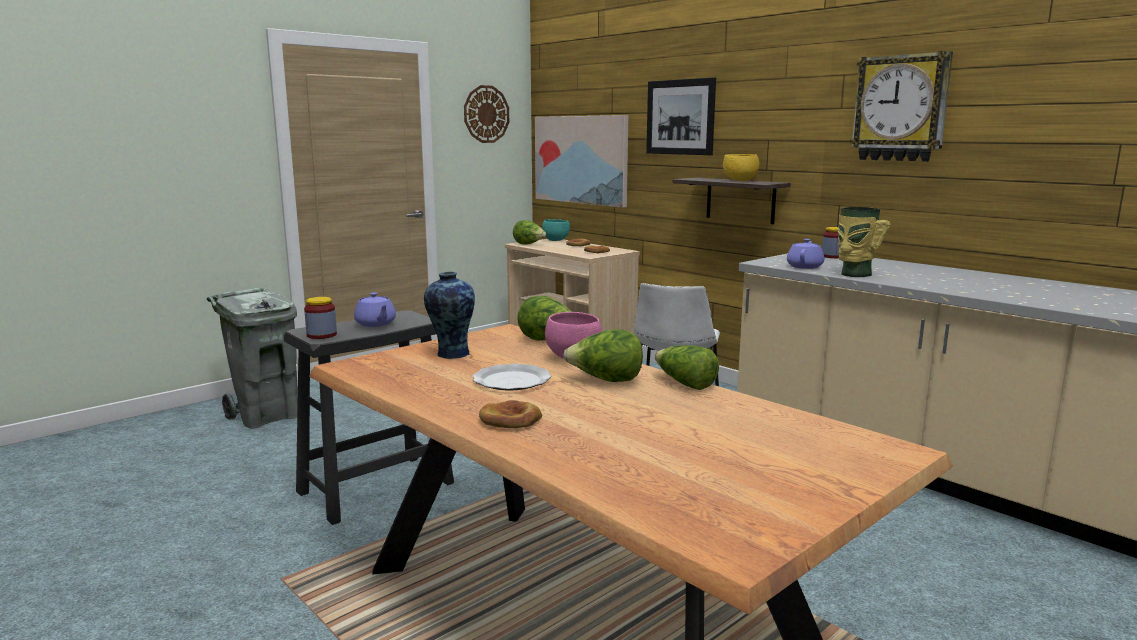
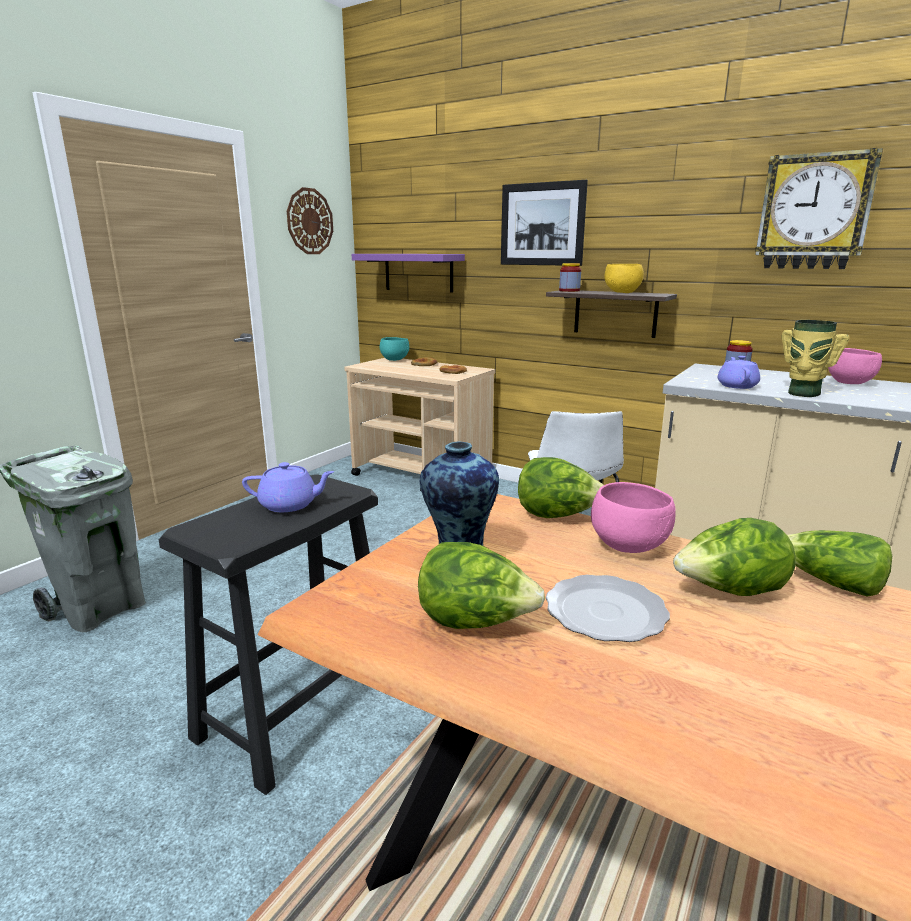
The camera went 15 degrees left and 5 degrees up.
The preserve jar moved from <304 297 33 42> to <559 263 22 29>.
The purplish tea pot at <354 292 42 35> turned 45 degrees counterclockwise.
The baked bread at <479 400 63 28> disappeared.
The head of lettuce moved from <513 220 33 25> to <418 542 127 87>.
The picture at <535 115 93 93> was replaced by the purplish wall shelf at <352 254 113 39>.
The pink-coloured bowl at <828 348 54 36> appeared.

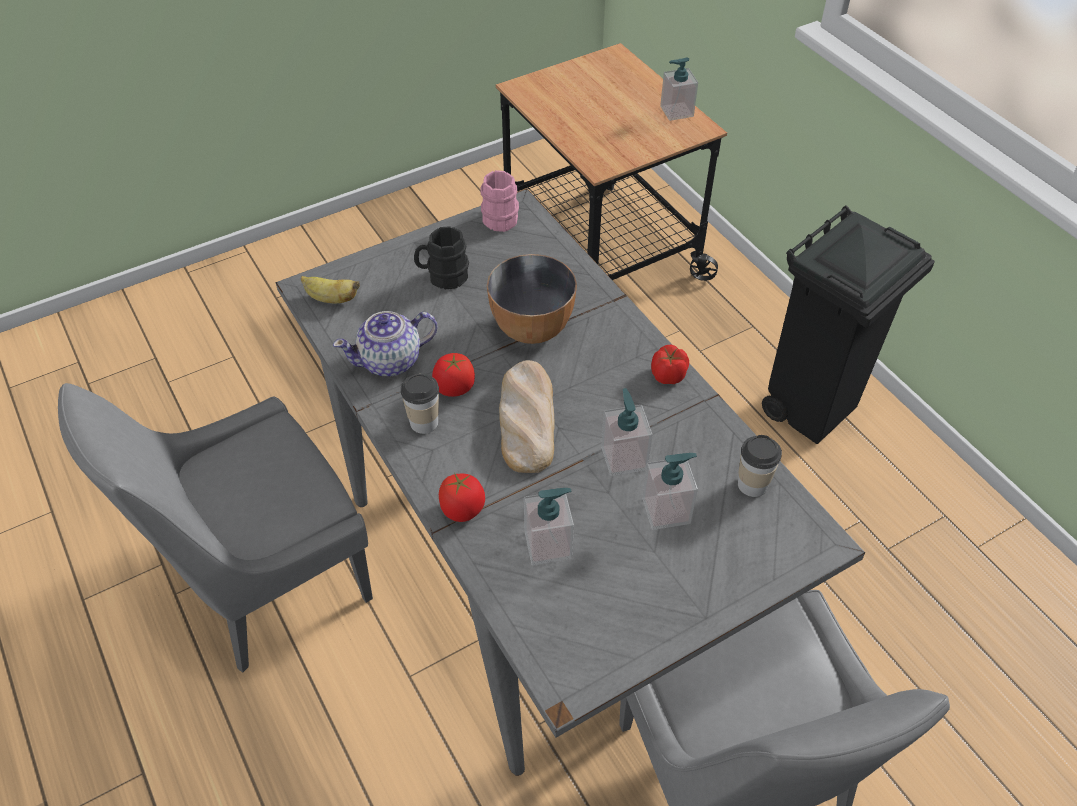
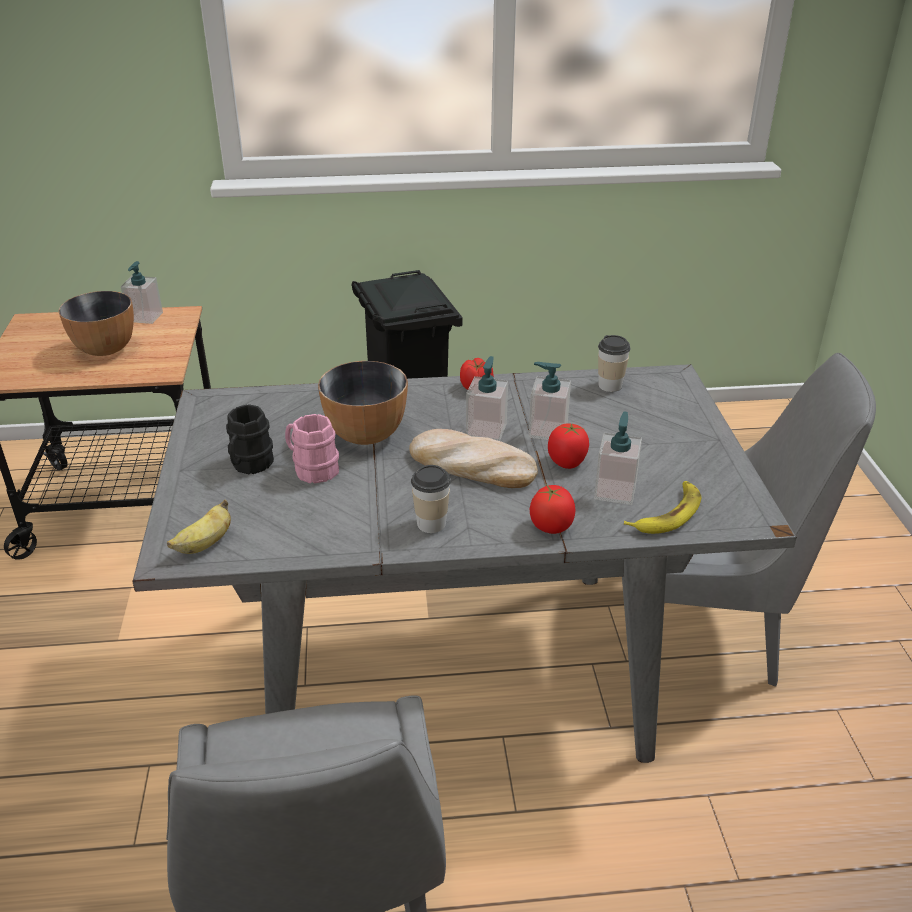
The camera went 65 degrees left and 15 degrees down.
The tea pot at <333 311 104 66> disappeared.
The whole tomato moved from <432 353 43 44> to <548 423 41 46>.
The pink-coloured tea mug moved from <480 170 39 62> to <285 414 54 70>.
The soap dispenser moved from <642 453 56 77> to <466 356 42 85>.
The bowl at <58 291 76 65> appeared.
The whole banana at <624 481 77 53> appeared.

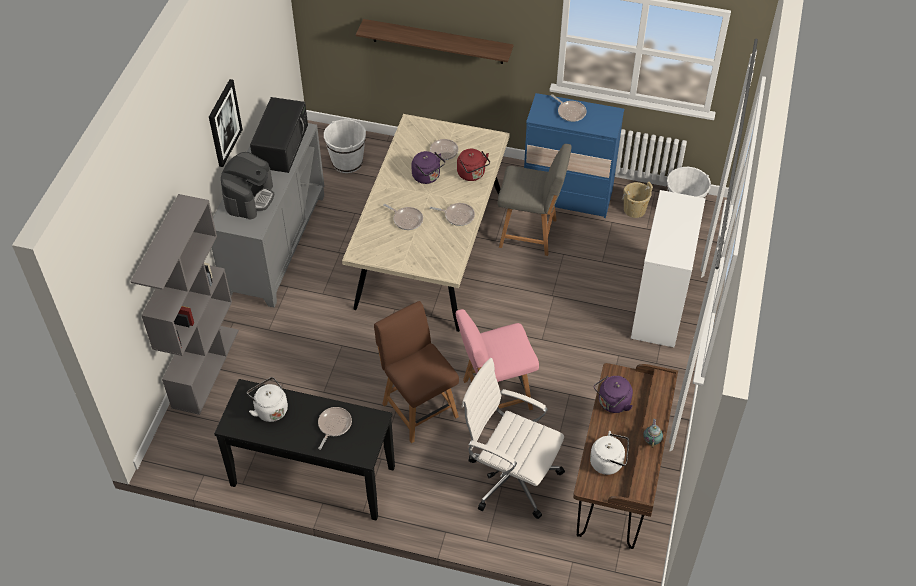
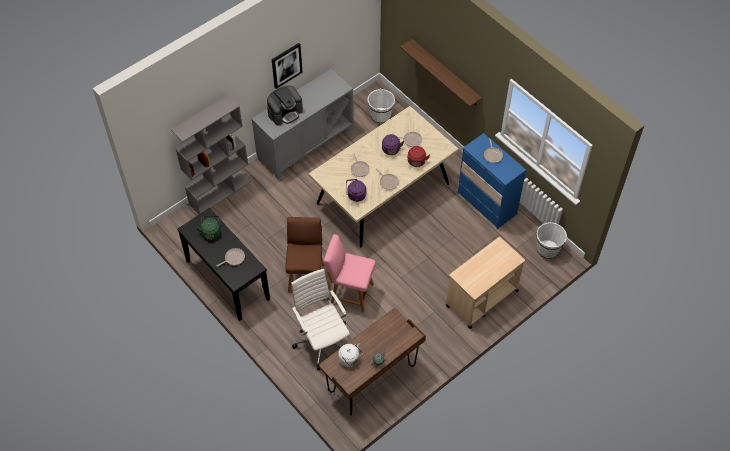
The camera went 35 degrees right and 5 degrees up.
The white-coloured water kettle at <247 377 41 45> became the green water kettle at <196 216 25 24>.
The blackish microwave at <250 97 58 76> disappeared.
The grey plain chair at <498 144 74 112> disappeared.
The purplish water kettle moved from <594 376 39 37> to <346 179 20 23>.
The sand-coloured pail at <622 182 31 36> disappeared.
The white-coloured dresser at <631 190 75 157> was replaced by the sand-coloured wheeled cart at <446 237 79 92>.

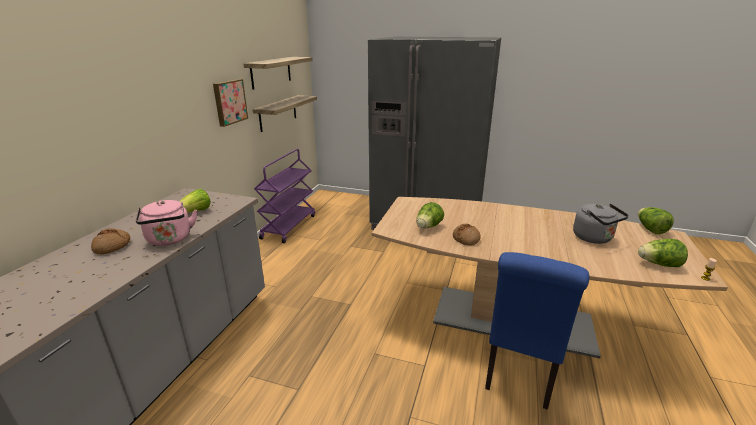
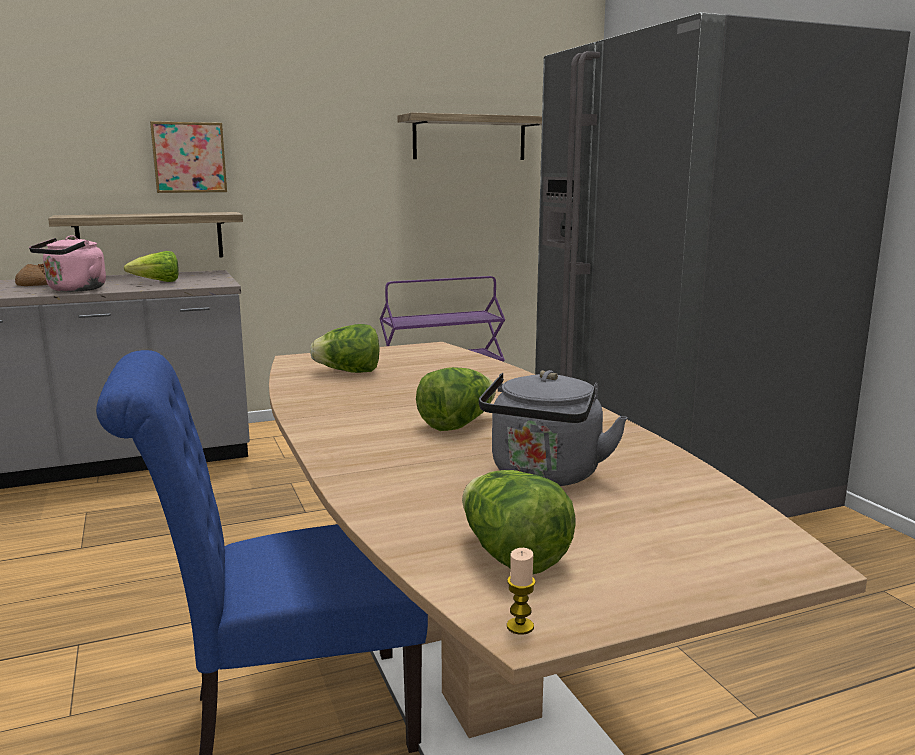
The camera went 50 degrees right and 10 degrees down.
The picture moved from <213 79 35 48> to <150 121 77 72>.
The wall shelf moved from <253 95 64 37> to <48 212 195 45>.
The baked bread at <453 224 28 22> disappeared.
The head of lettuce moved from <638 207 36 27> to <416 367 80 64>.

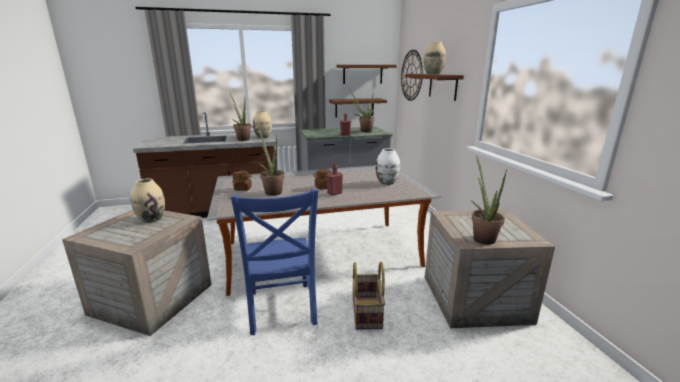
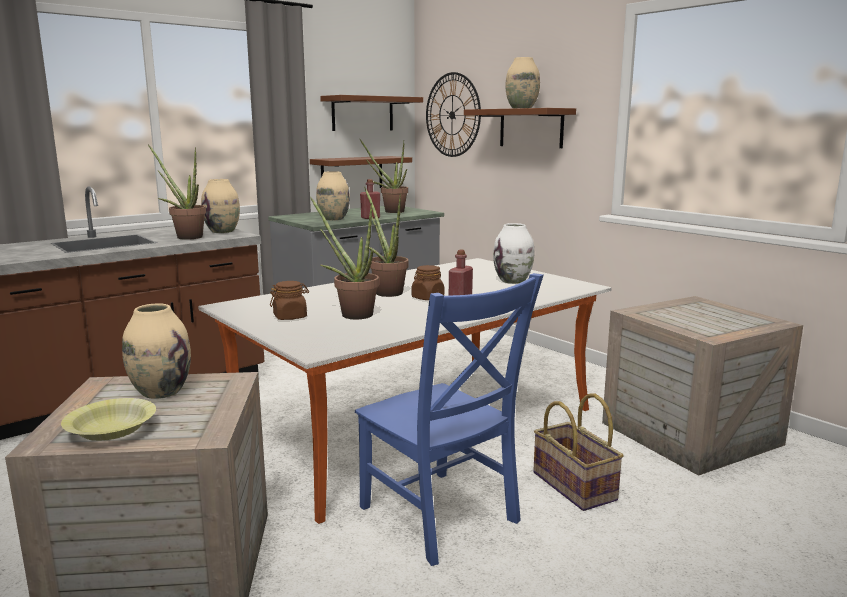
The camera went 25 degrees left and 5 degrees down.
The potted plant moved from <471 156 36 89> to <364 187 45 110>.
The yellowish bowl at <61 398 95 43> appeared.
The sand-coloured decorative vase at <316 171 34 49> appeared.

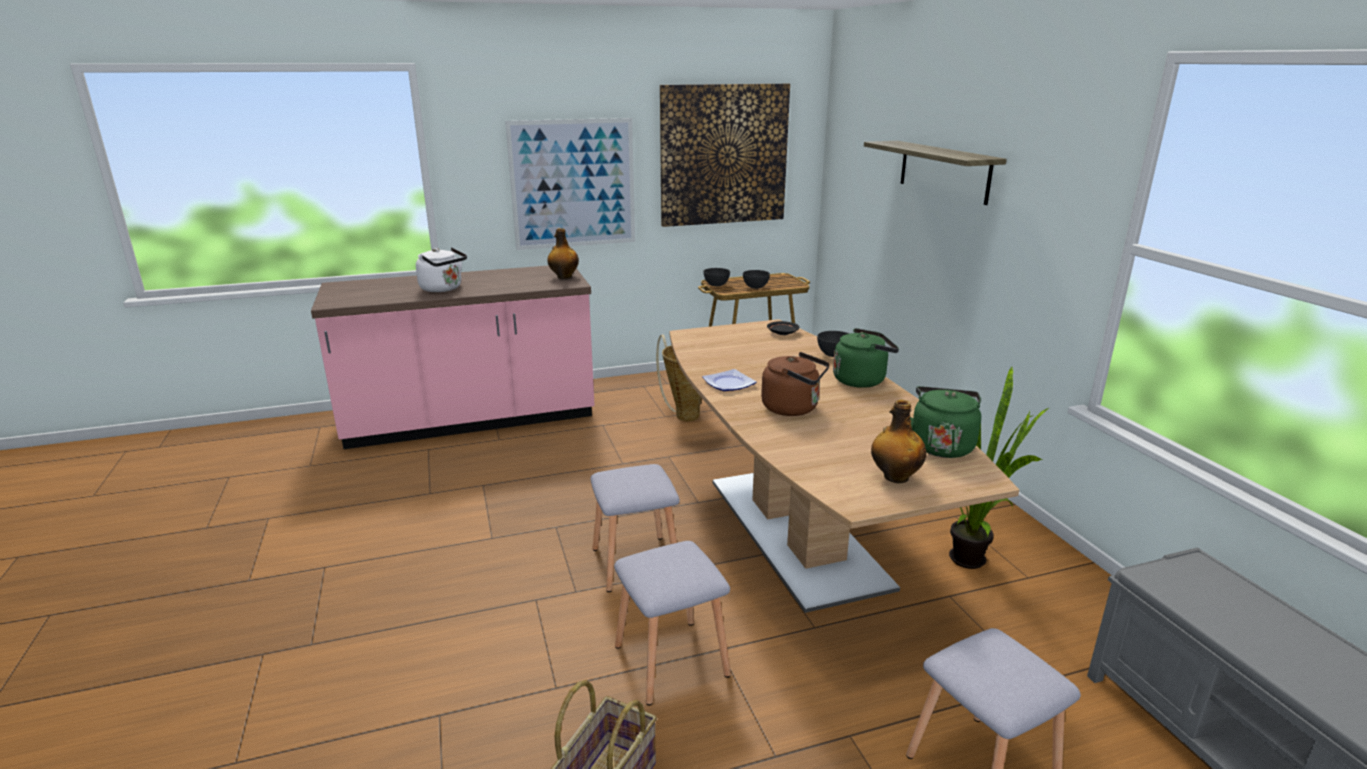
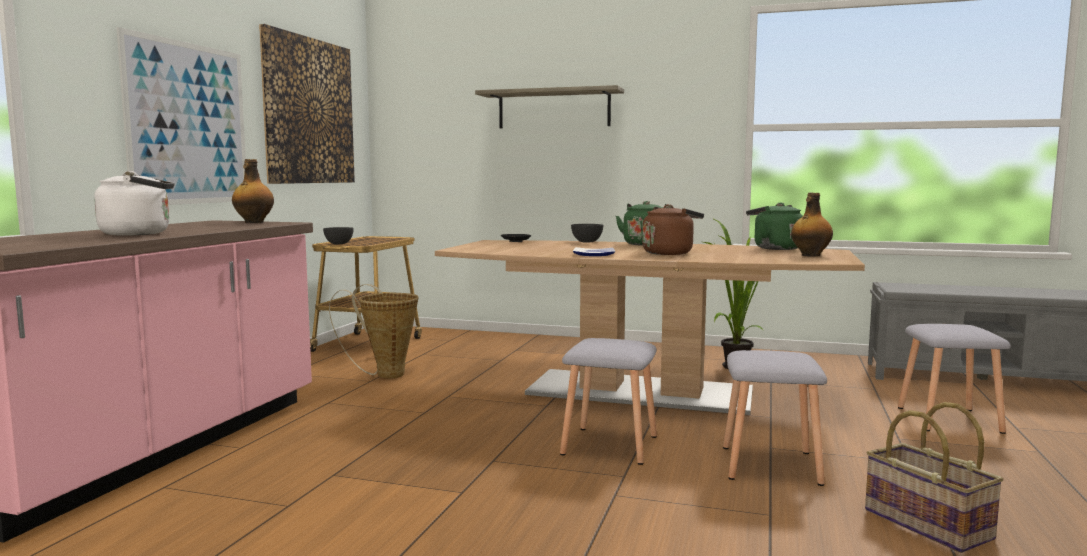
The camera went 55 degrees left and 15 degrees down.
The grey bowl at <743 270 27 19> disappeared.

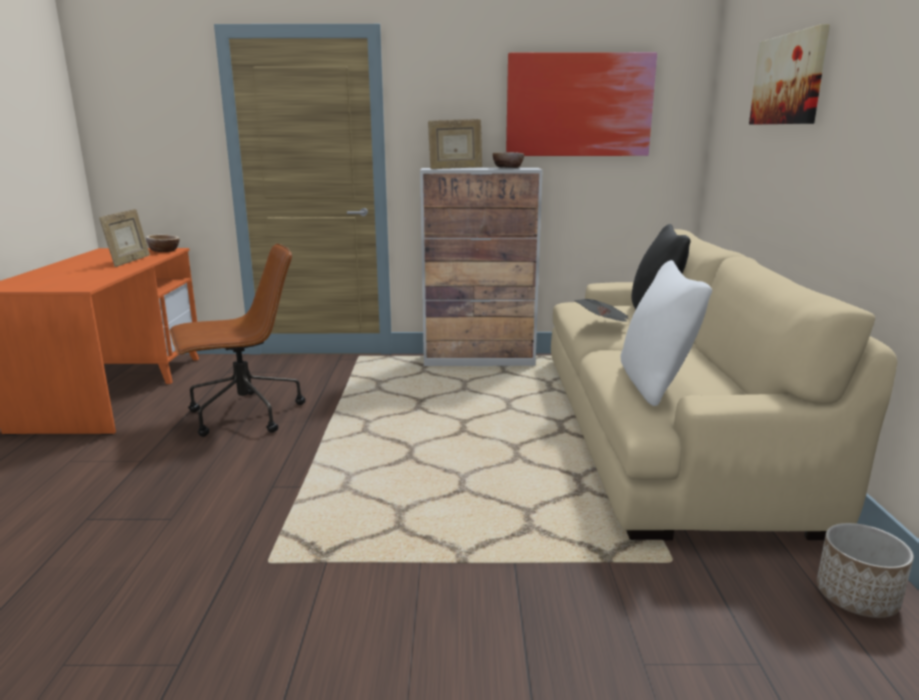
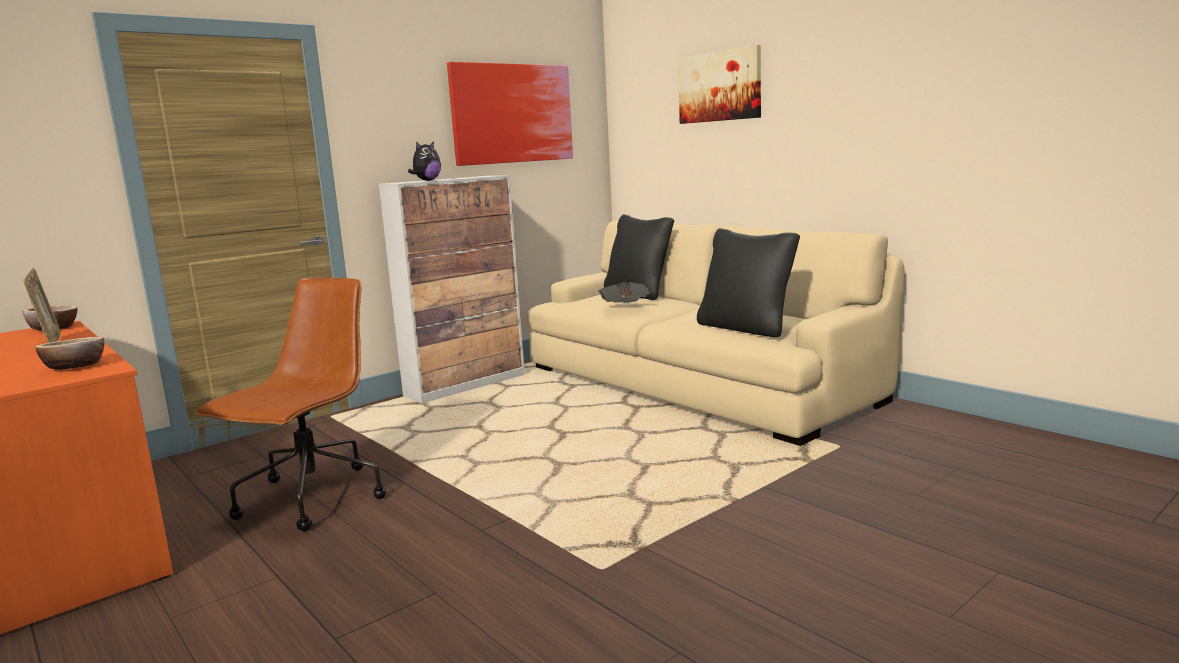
The camera went 40 degrees left and 5 degrees down.
The picture frame at <428 119 55 50> was replaced by the plush toy at <408 141 33 40>.
The bowl moved from <493 152 31 16> to <35 337 70 33>.
The white-coloured cushion at <621 260 91 146> became the blackish cushion at <697 228 103 109>.
The plant pot at <817 523 97 95> disappeared.

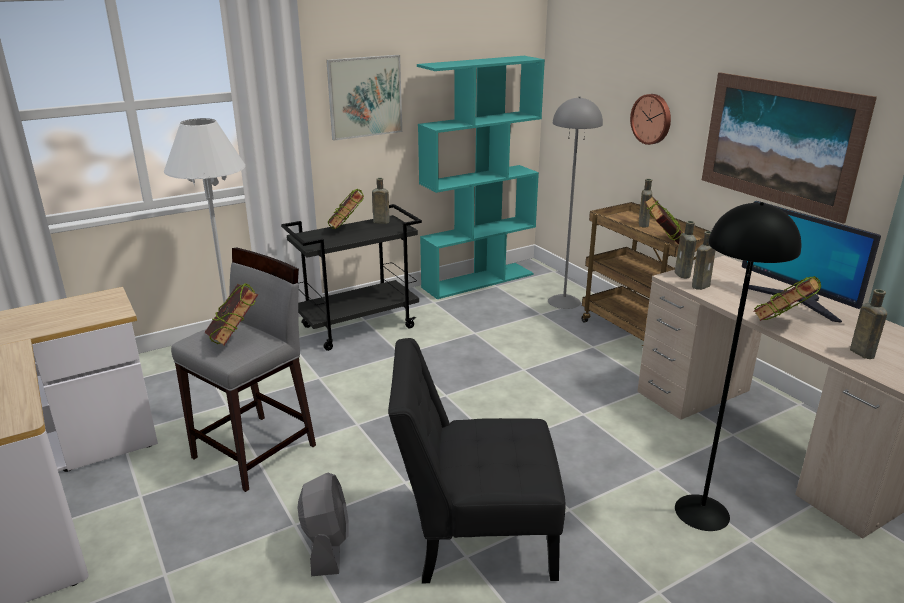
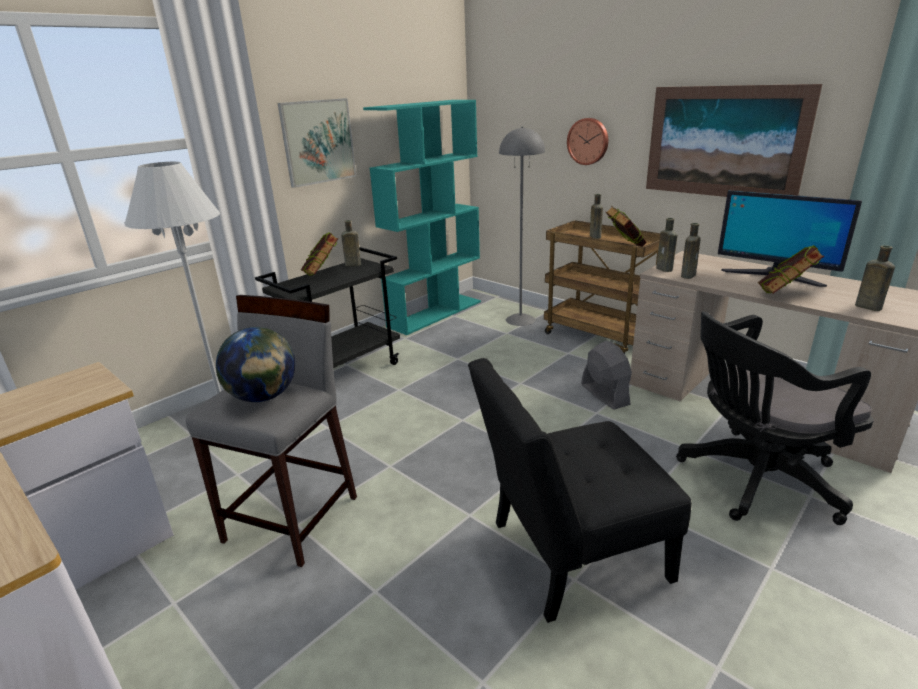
The camera went 15 degrees left and 0 degrees up.
The bound book at <204 283 54 62> was replaced by the desk globe at <216 327 79 75>.
The grey cooling fan moved from <298 473 51 103> to <581 341 51 69>.
The blackish standing lamp at <675 202 126 329> was replaced by the blackish computer chair at <676 311 198 214>.

